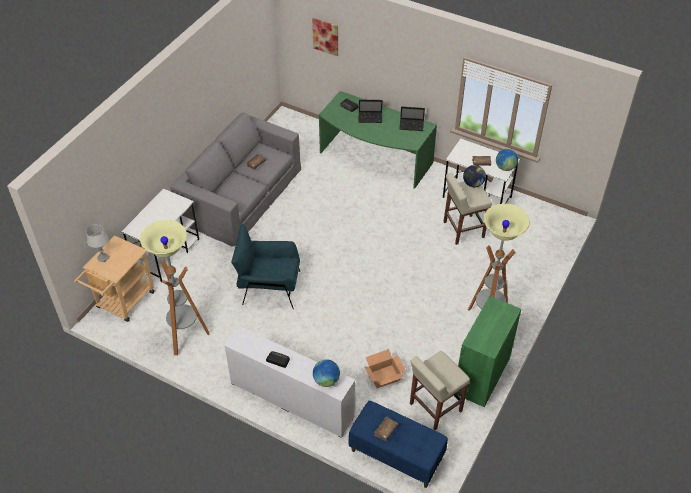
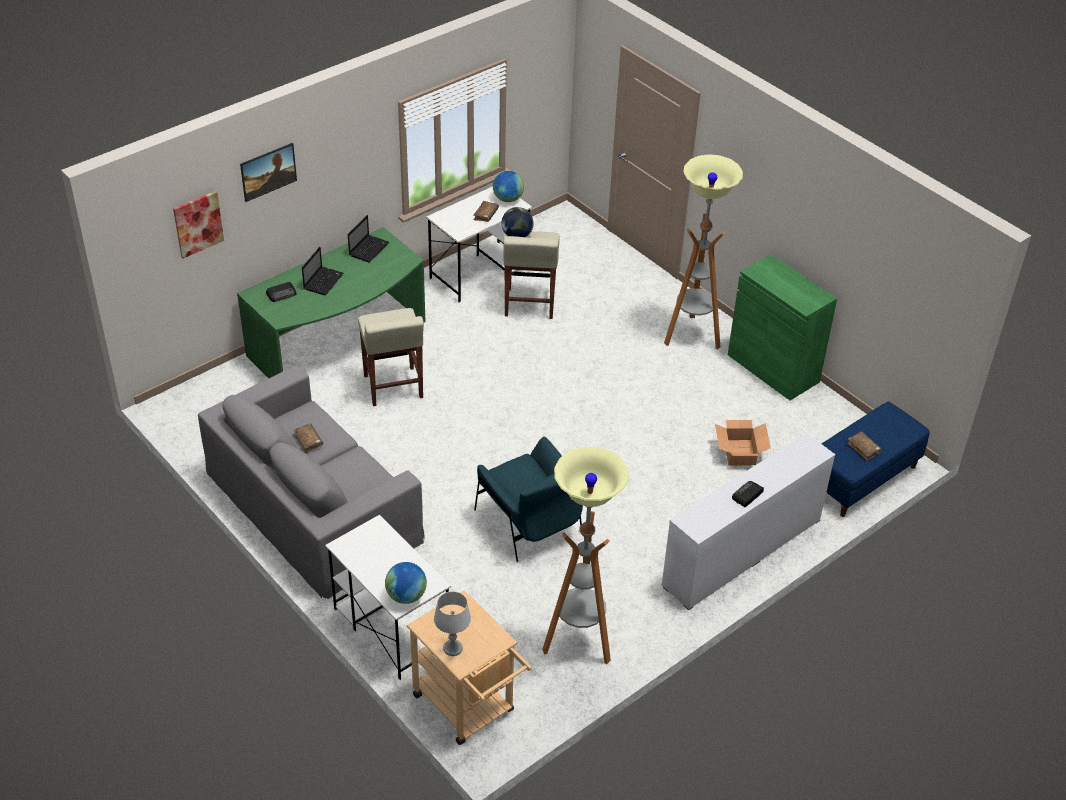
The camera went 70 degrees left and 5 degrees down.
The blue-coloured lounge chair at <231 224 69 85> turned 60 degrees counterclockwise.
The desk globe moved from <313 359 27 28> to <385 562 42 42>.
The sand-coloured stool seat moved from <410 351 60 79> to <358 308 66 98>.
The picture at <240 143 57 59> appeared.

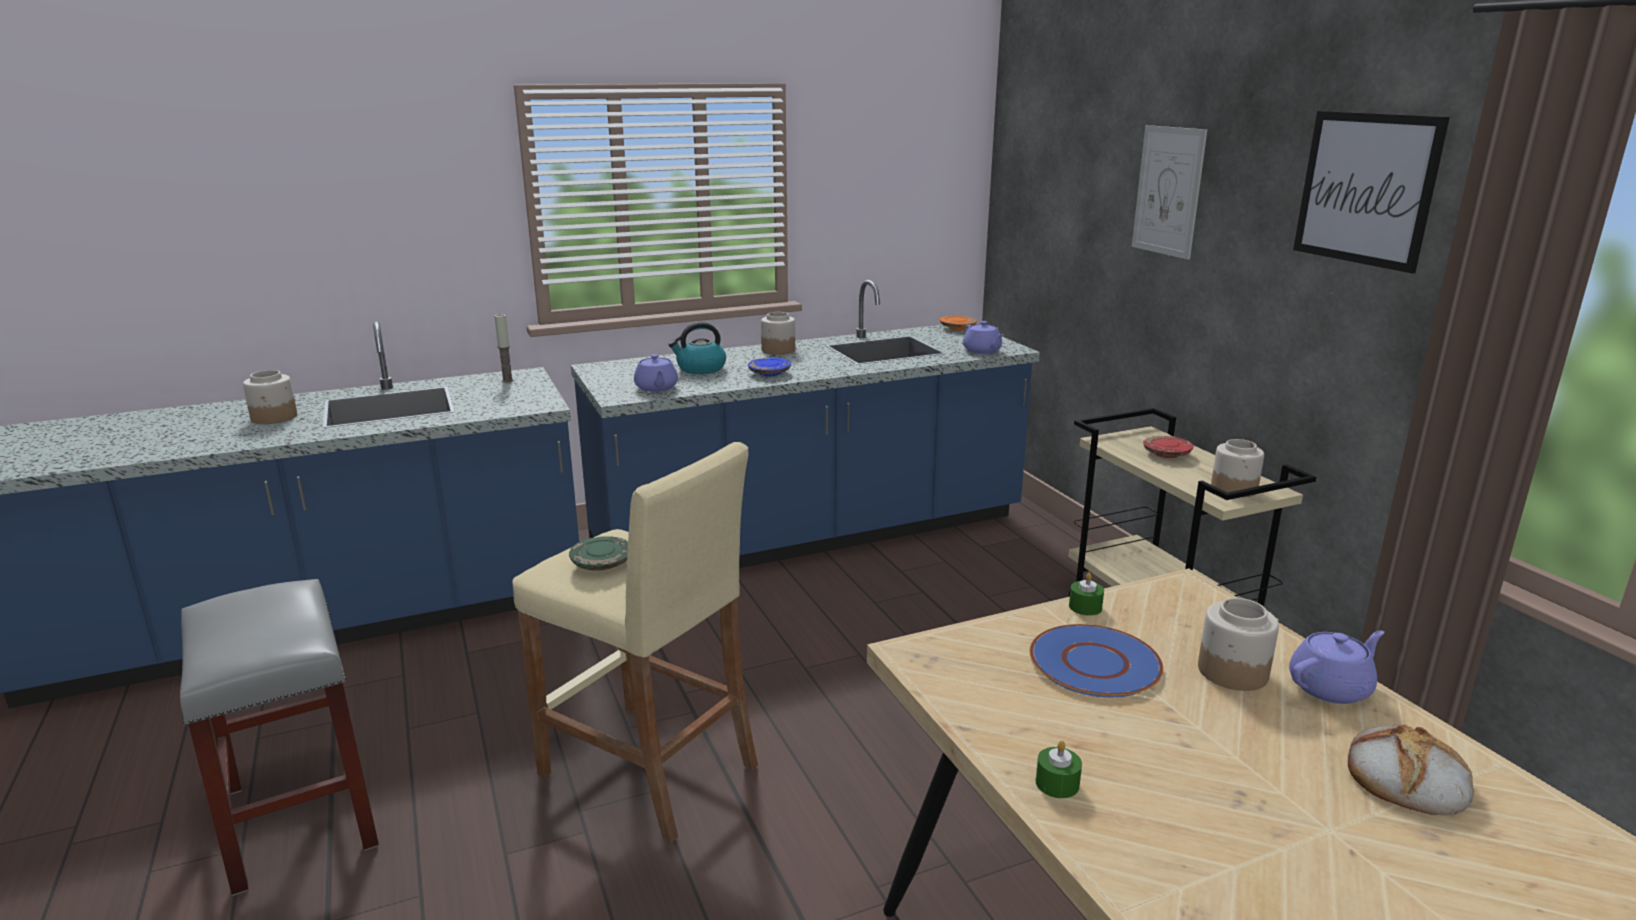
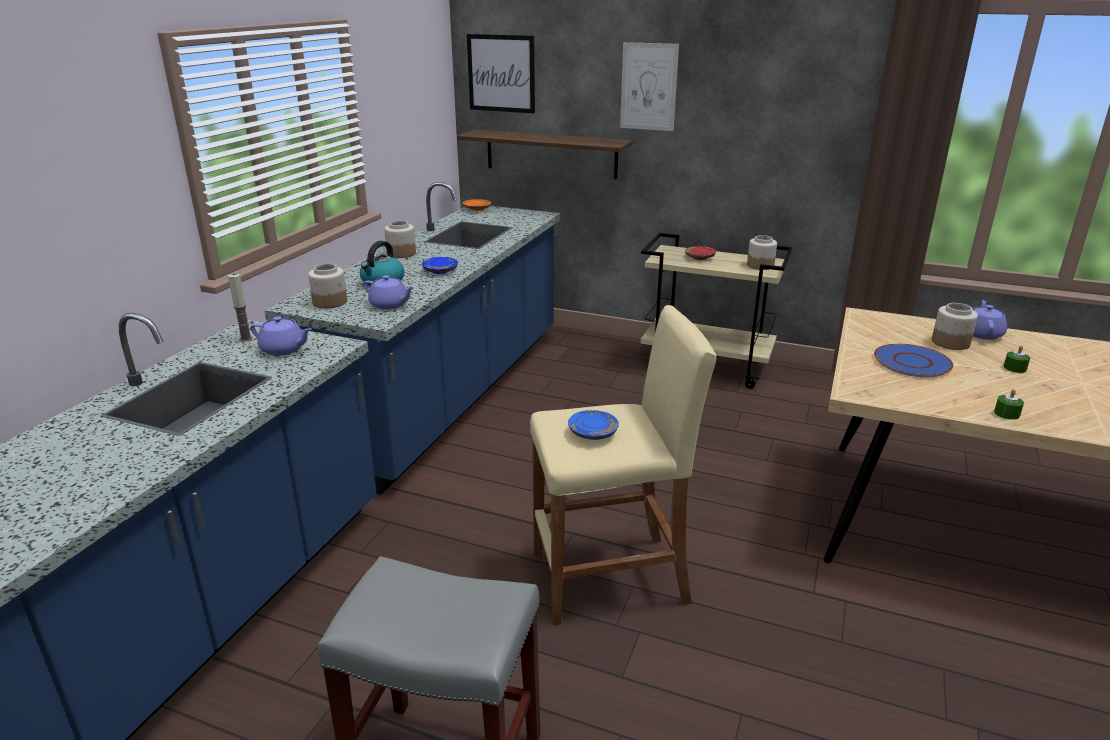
The camera went 45 degrees left and 5 degrees up.
The preserve jar moved from <243 370 54 54> to <308 264 39 45>.
The green dinner plate at <569 536 59 34> became the blue-coloured dinner plate at <568 410 51 30>.
The purplish tea pot moved from <963 321 41 33> to <250 316 62 40>.
The green wax light moved from <1069 573 35 43> to <1004 346 26 27>.
The picture moved from <1293 111 157 163> to <467 34 68 79>.
The baked bread at <1348 725 126 90> disappeared.
The wall shelf at <457 129 176 50> appeared.

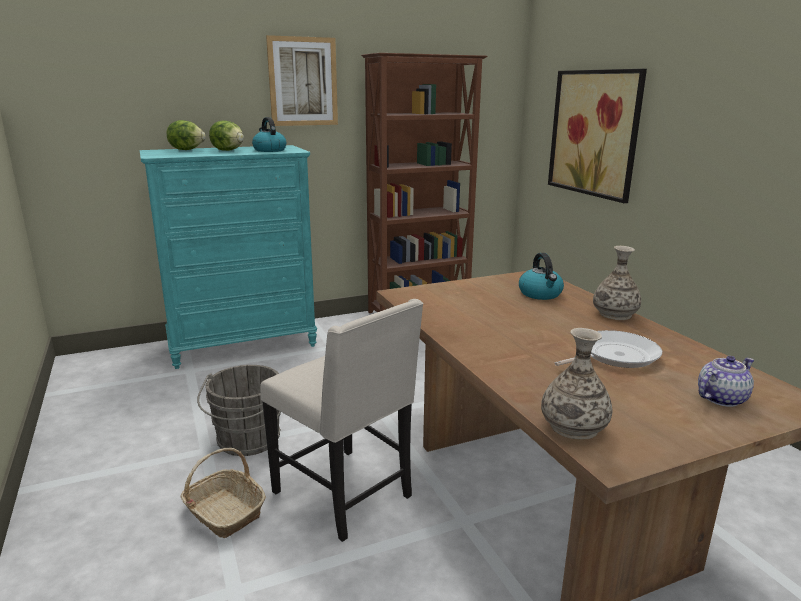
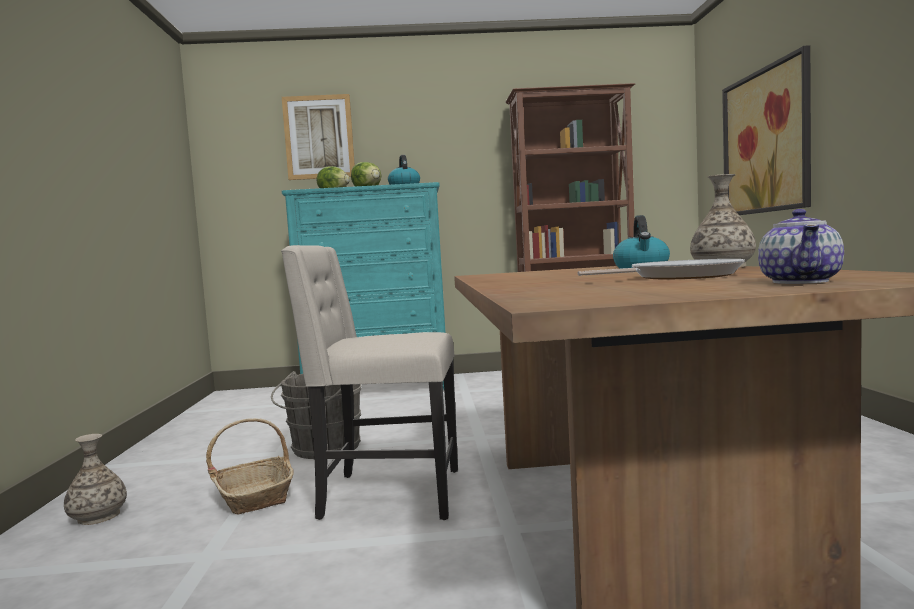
The camera went 20 degrees right and 15 degrees down.
The sand-coloured plain chair at <260 299 163 243> turned 120 degrees clockwise.
The picture moved from <266 35 72 91> to <282 94 73 86>.
The decorative vase moved from <541 328 71 112> to <64 434 63 91>.
The tea pot at <698 356 56 51> turned 120 degrees clockwise.

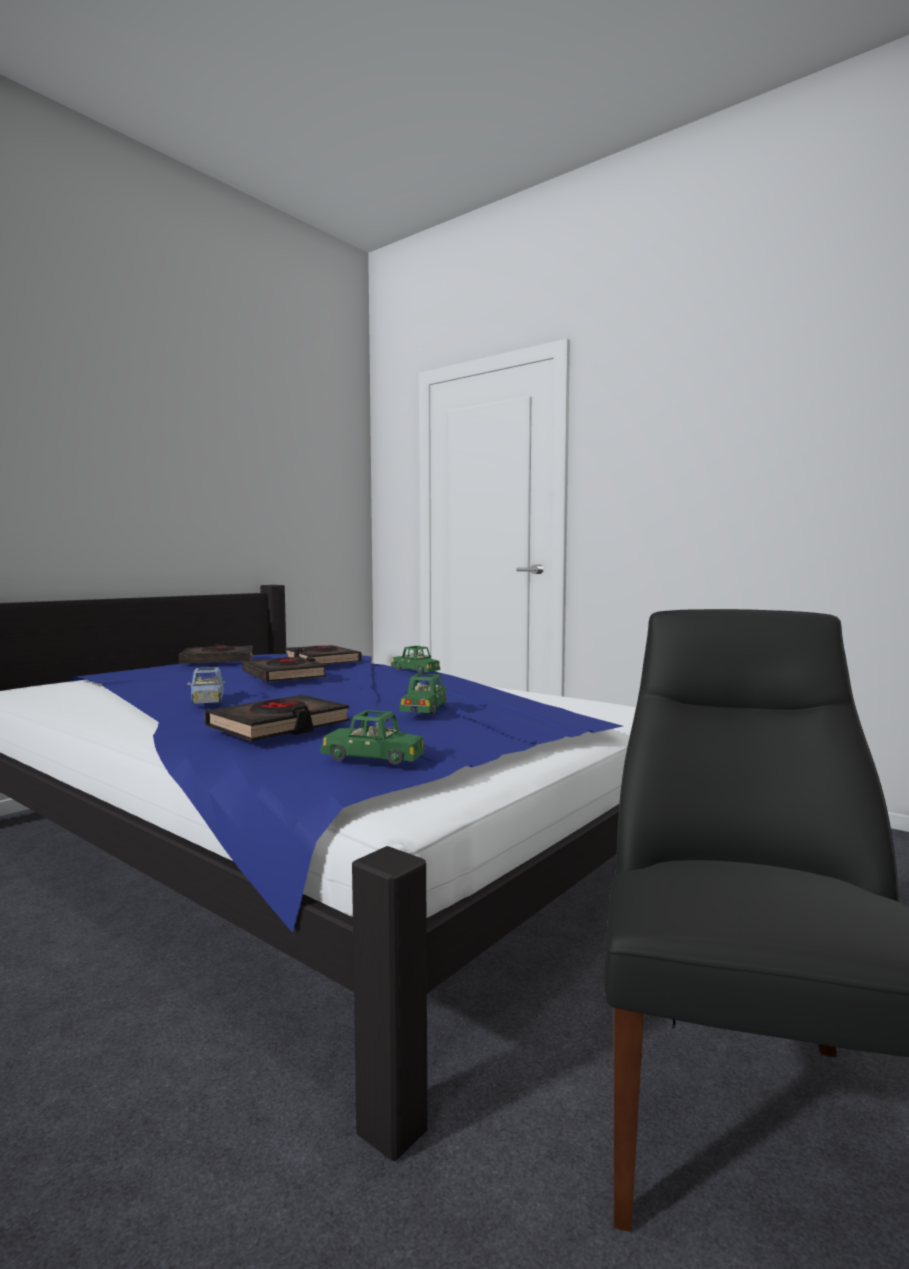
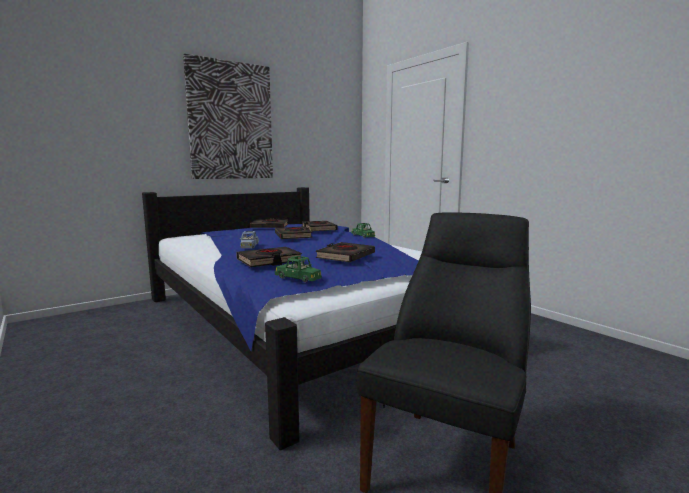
The camera went 15 degrees right and 5 degrees up.
The green model car at <400 673 47 41> was replaced by the blackish bound book at <315 242 60 20>.
The picture at <183 54 90 125> appeared.

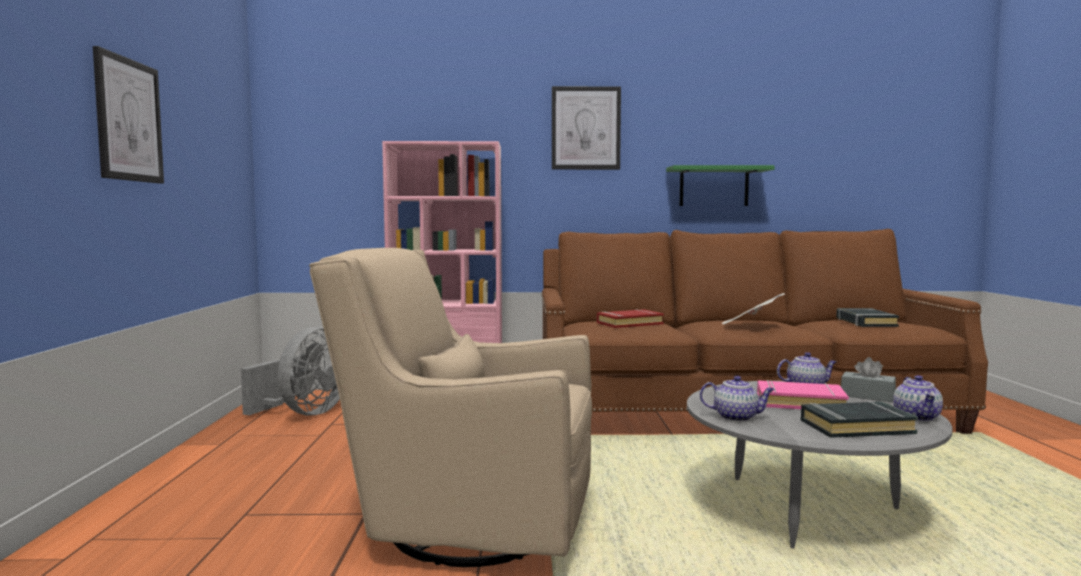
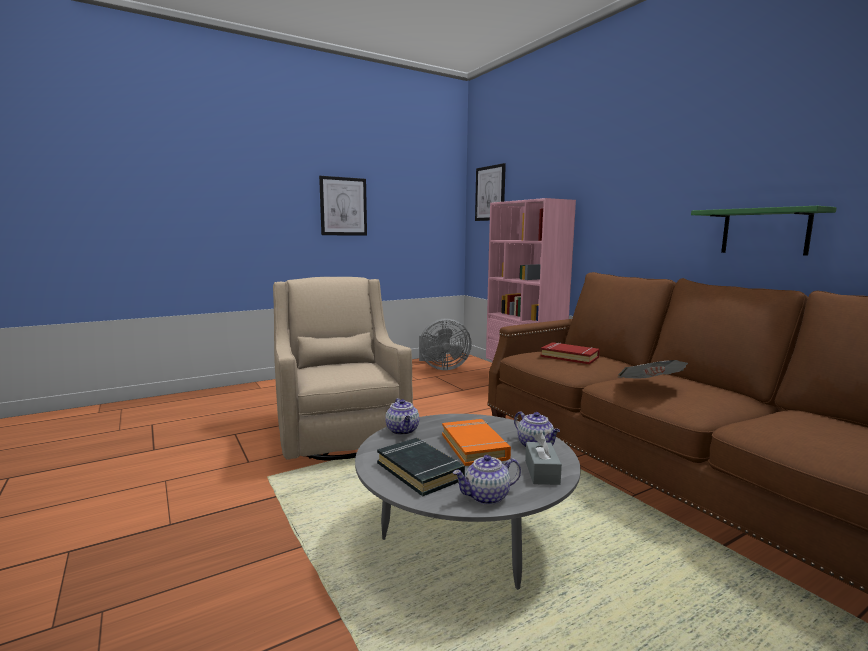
The camera went 60 degrees right and 5 degrees up.
The picture moved from <552 86 69 84> to <475 163 31 58>.
The pink-coloured bound book at <757 380 92 29> became the orange bound book at <442 419 69 47>.
The blackish bound book at <836 308 63 19> disappeared.

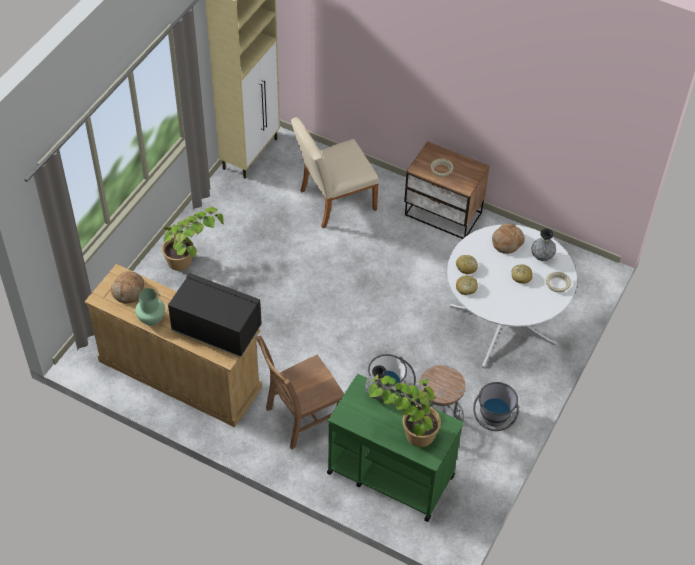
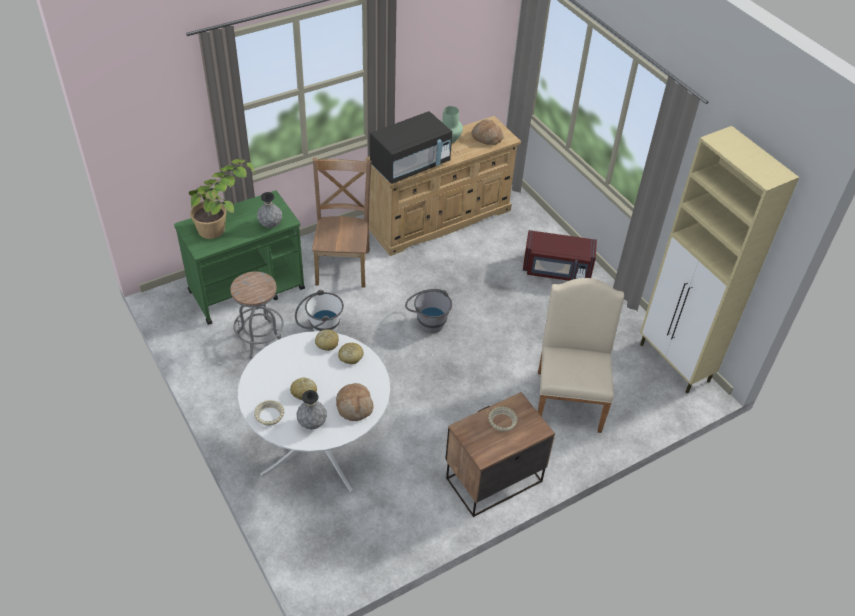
The camera went 120 degrees right and 5 degrees down.
The potted plant at <162 206 62 65> was replaced by the red microwave at <523 230 74 51>.
The grey pail moved from <473 382 46 49> to <405 289 47 44>.

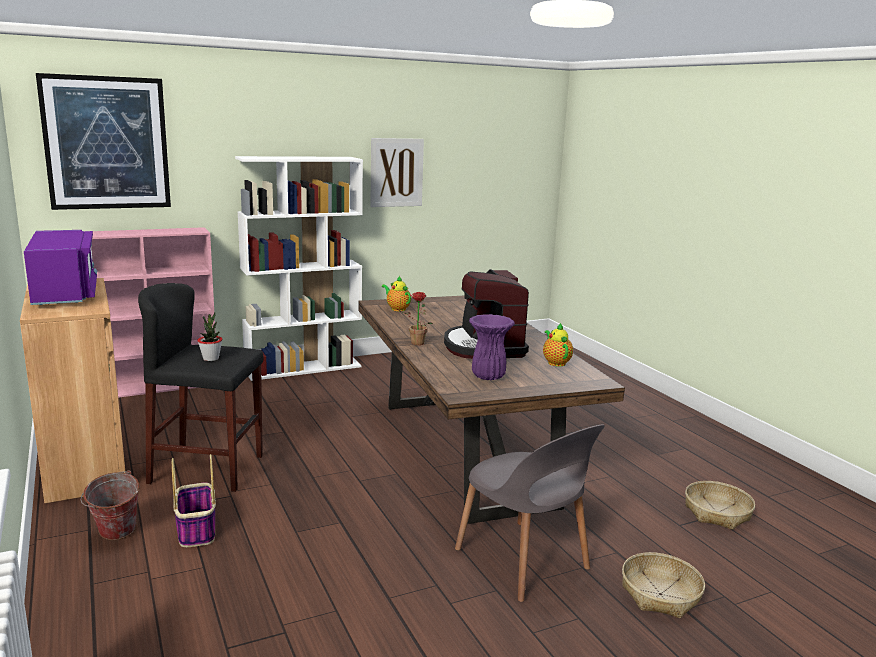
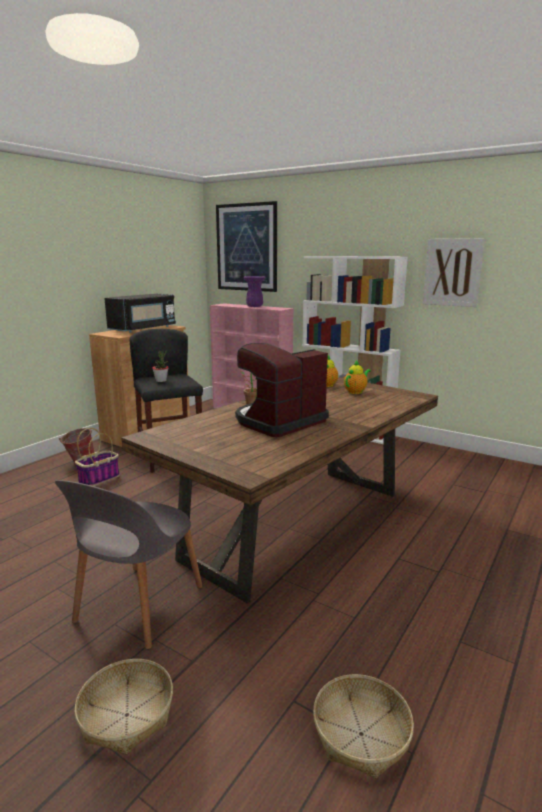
The camera went 60 degrees right and 0 degrees up.
The purplish microwave at <24 230 74 75> became the blackish microwave at <104 294 72 39>.
The purplish decorative vase moved from <469 314 46 66> to <243 276 23 31>.
The tea pot moved from <543 323 30 44> to <344 361 27 33>.

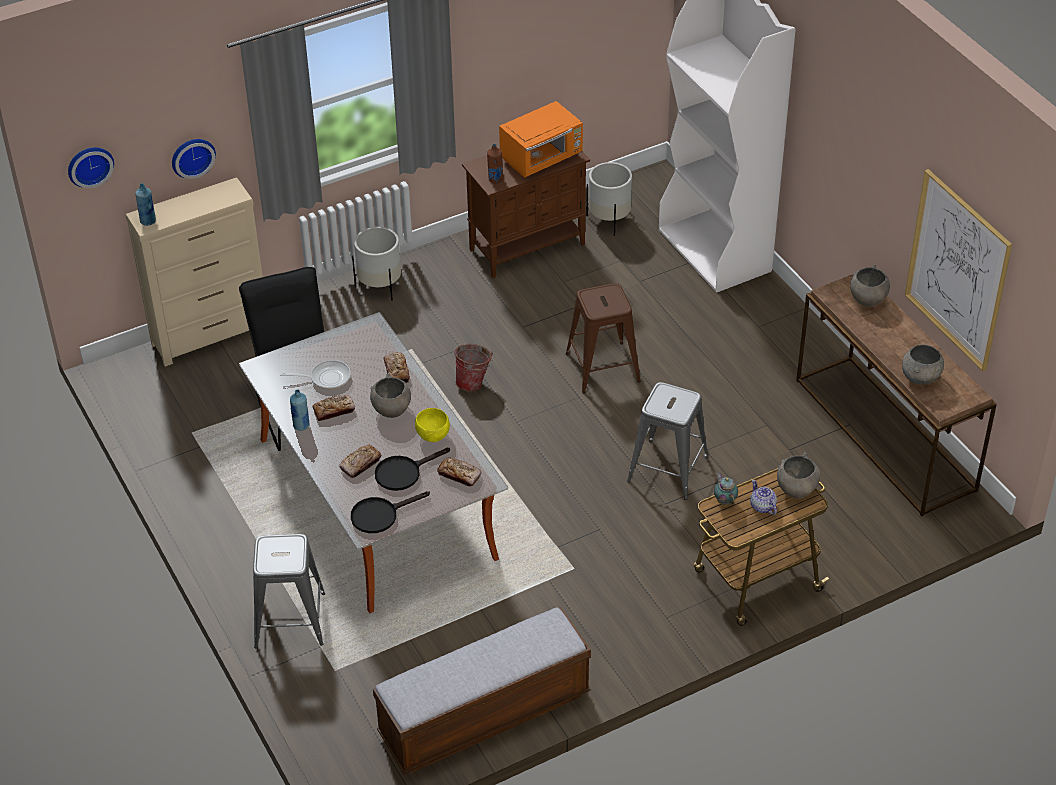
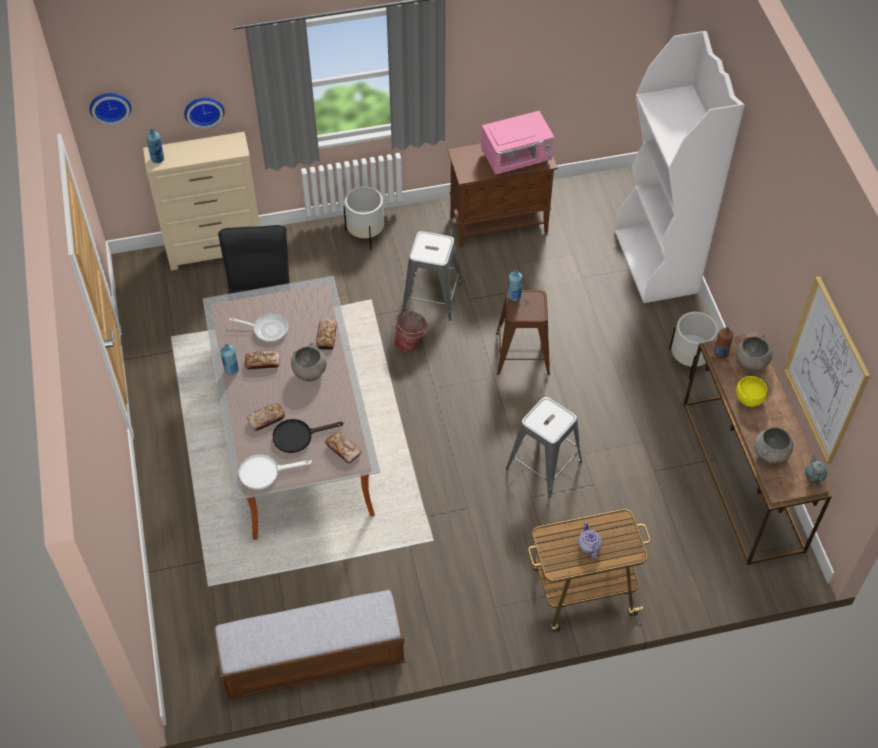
The camera went 15 degrees right and 10 degrees up.
The grey stool seat moved from <253 534 72 115> to <402 231 60 90>.
The blackish frying pan at <351 491 79 42> became the white-coloured frying pan at <239 454 73 36>.
The yellowish bowl moved from <415 408 35 34> to <736 376 31 31>.
The brown-coloured bottle moved from <487 144 16 39> to <714 327 19 32>.
The orange microwave at <499 101 84 77> became the pink-coloured microwave at <481 111 73 64>.
The white-coloured plant pot moved from <586 162 46 74> to <669 312 49 67>.
The tea pot moved from <714 473 24 32> to <805 454 22 32>.
The grey bowl at <777 452 43 46> disappeared.
The blue-coloured bottle at <508 270 14 31> appeared.

